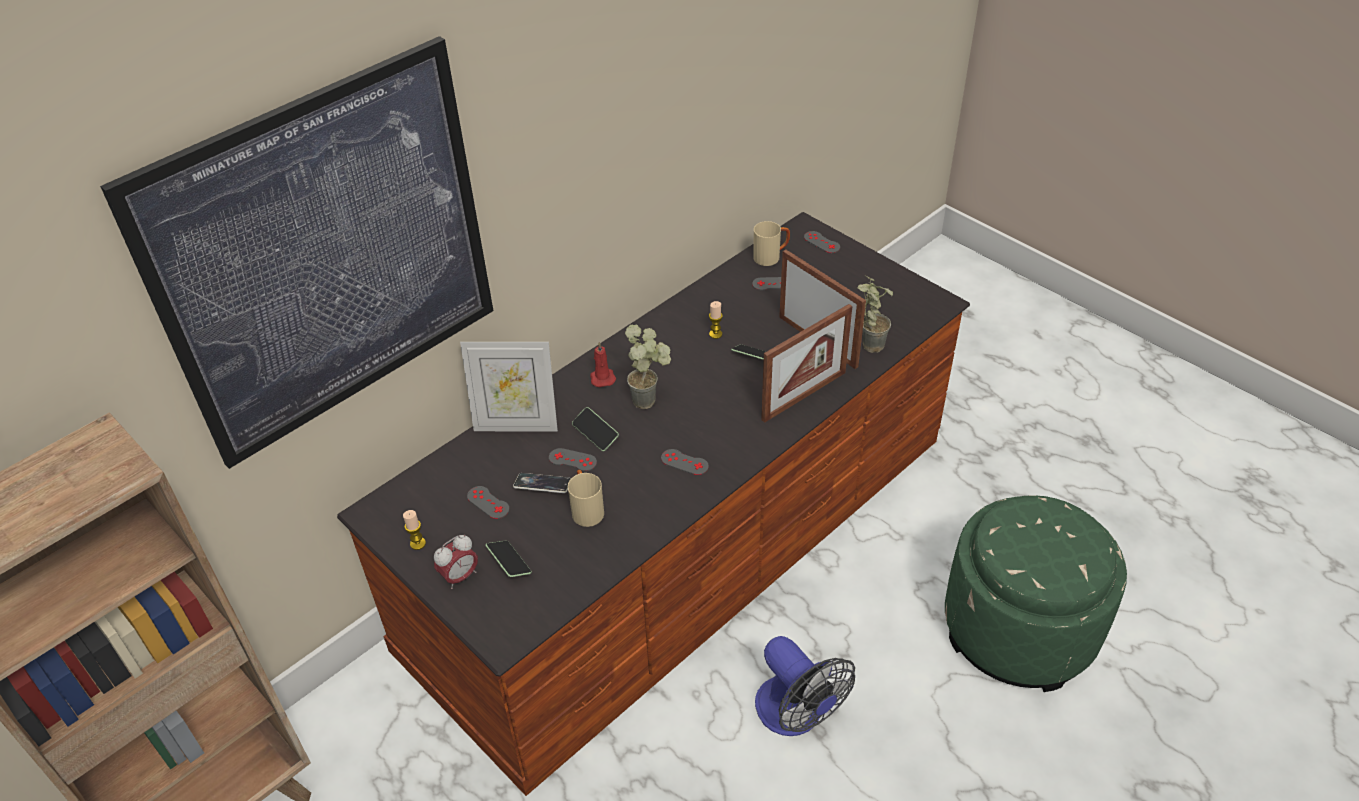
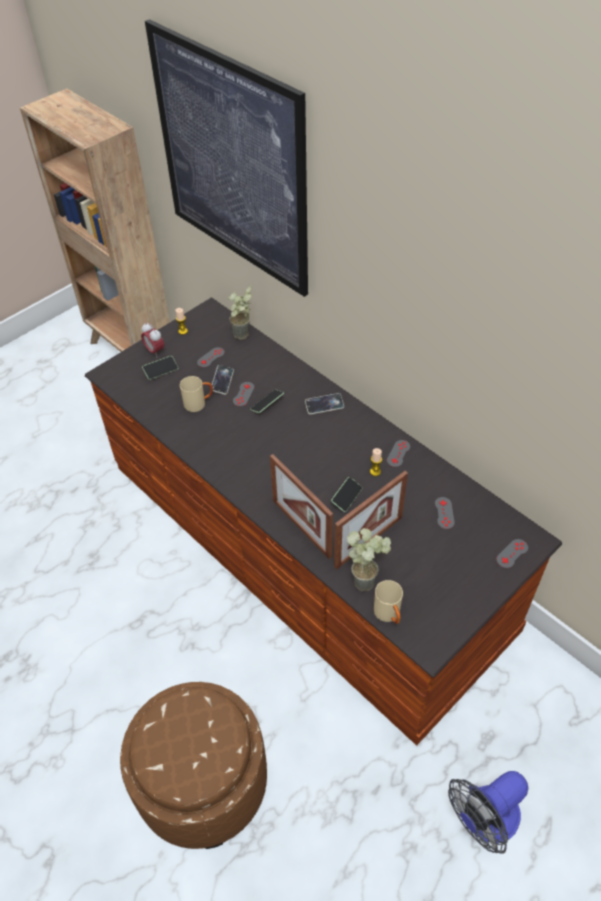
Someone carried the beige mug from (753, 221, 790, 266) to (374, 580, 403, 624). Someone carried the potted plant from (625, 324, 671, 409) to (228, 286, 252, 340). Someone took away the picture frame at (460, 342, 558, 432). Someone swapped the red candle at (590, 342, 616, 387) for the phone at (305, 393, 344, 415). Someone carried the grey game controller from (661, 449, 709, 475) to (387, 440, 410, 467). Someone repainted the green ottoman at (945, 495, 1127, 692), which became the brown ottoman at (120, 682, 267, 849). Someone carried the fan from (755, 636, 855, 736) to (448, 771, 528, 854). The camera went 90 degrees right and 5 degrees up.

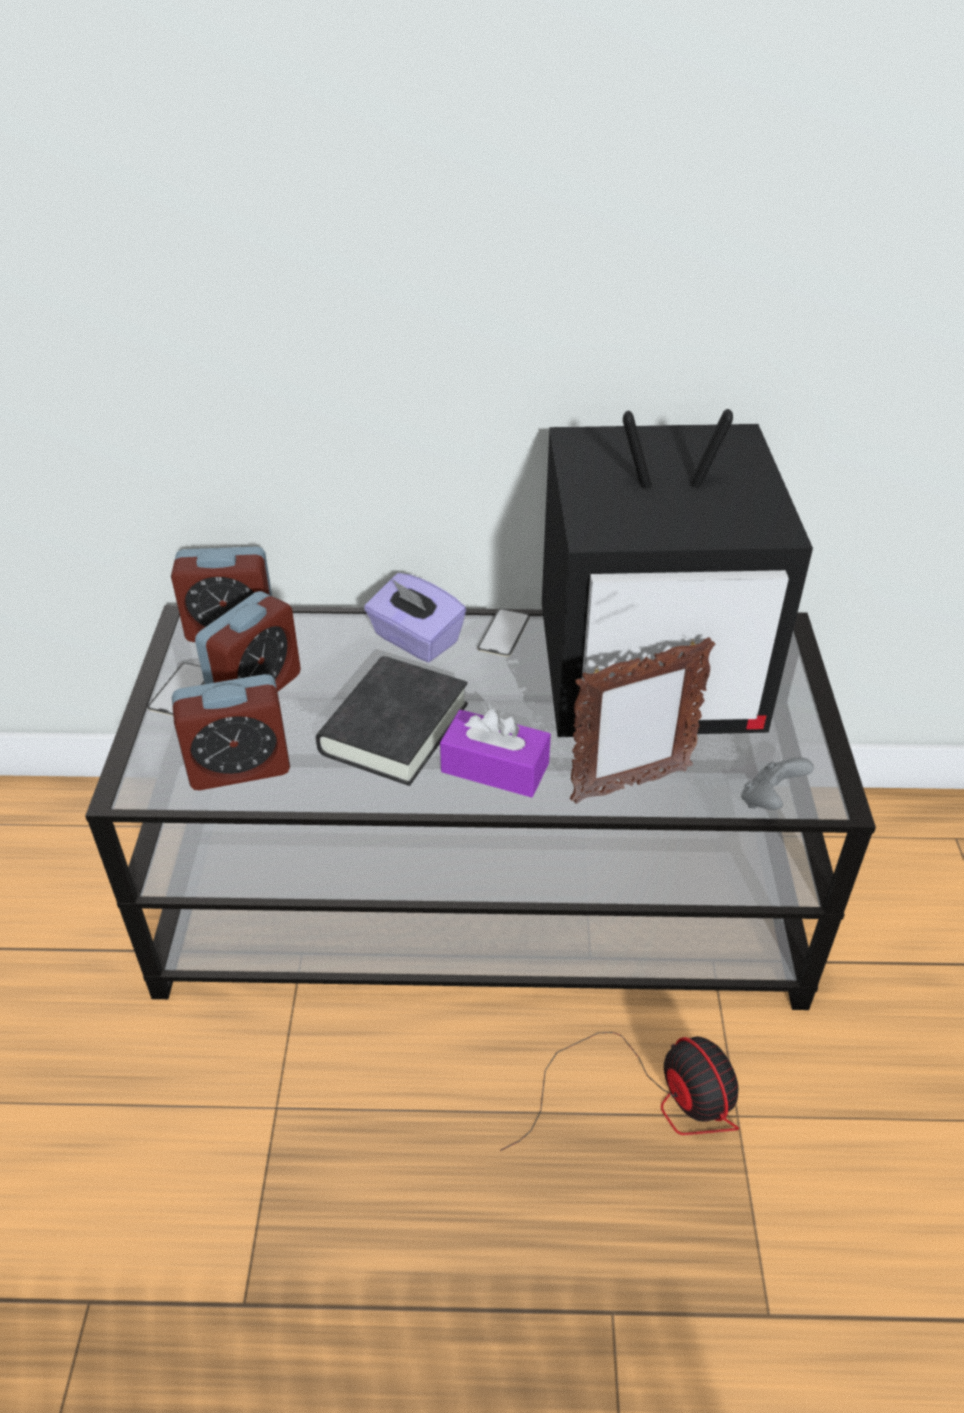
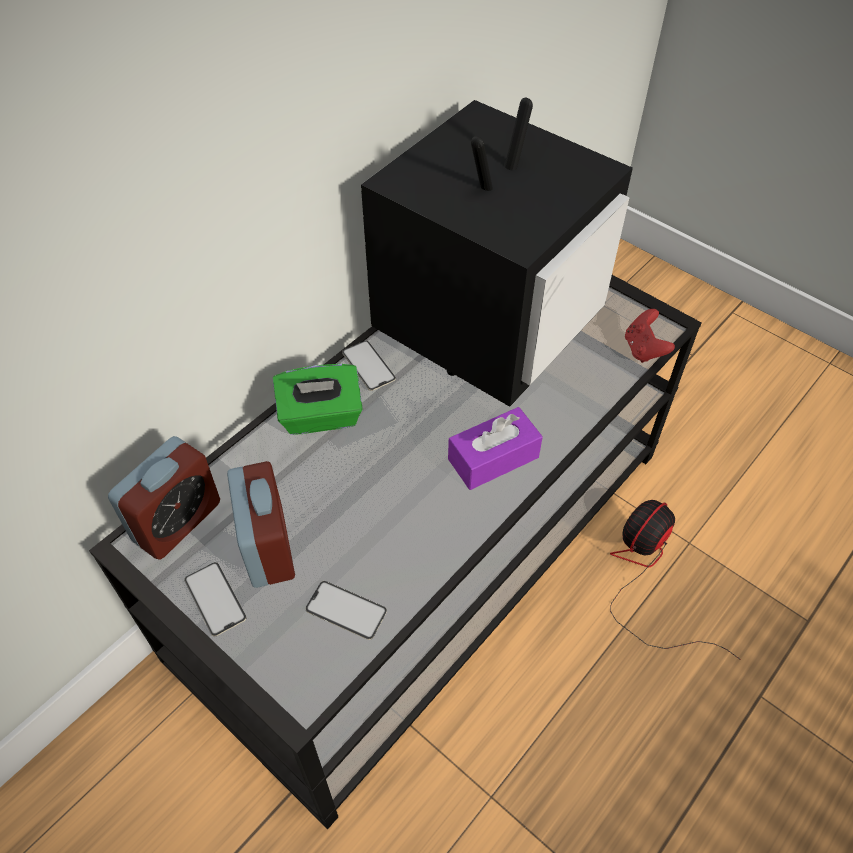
Someone repainted the purple tissue box at (364, 573, 466, 662), which became the green tissue box at (273, 364, 363, 435). Someone took away the picture frame at (570, 637, 715, 804). Someone took away the black book at (316, 656, 468, 786). Someone swapped the alarm clock at (172, 674, 290, 790) for the phone at (305, 581, 387, 640). Someone repainted the grey game controller at (741, 757, 814, 810), which became the red game controller at (625, 309, 675, 363). Someone rotated the fan at (500, 1032, 739, 1151) by 60 degrees counterclockwise. The camera went 50 degrees left and 10 degrees up.

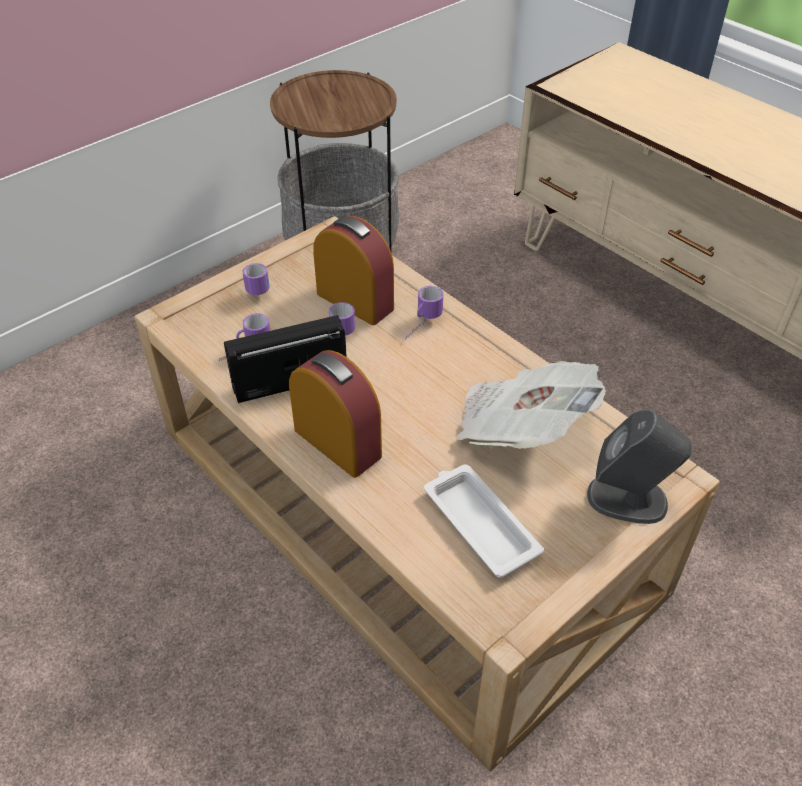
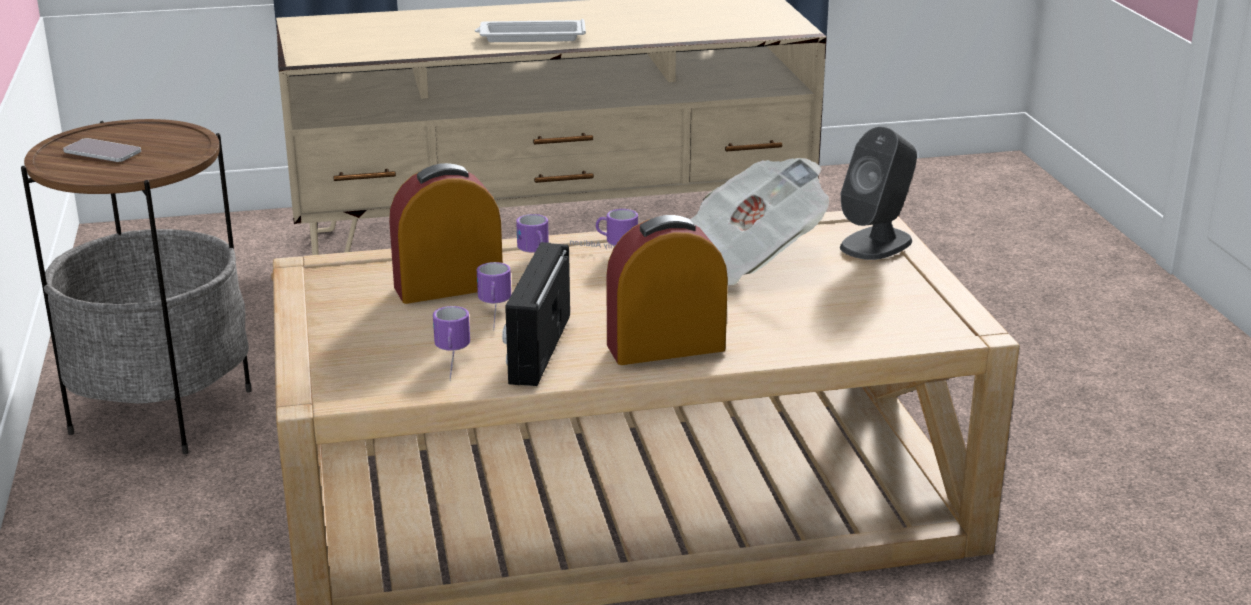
Someone carried the mug from (243, 263, 270, 295) to (570, 209, 638, 249). Someone carried the white tray from (424, 464, 544, 578) to (475, 19, 586, 42). Someone put down the phone at (63, 138, 141, 162). The camera went 60 degrees left and 20 degrees down.

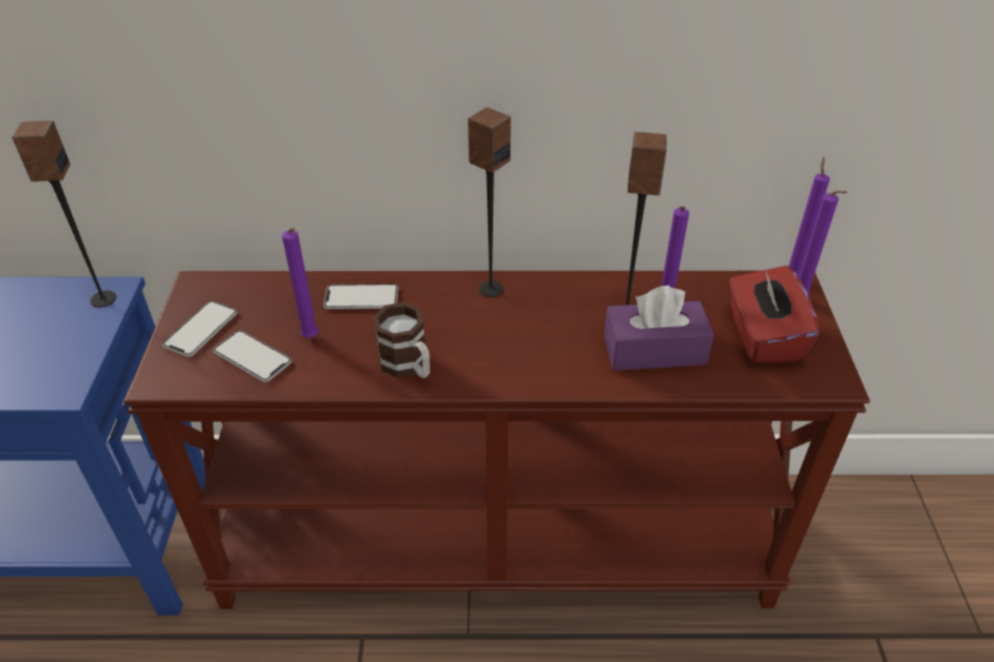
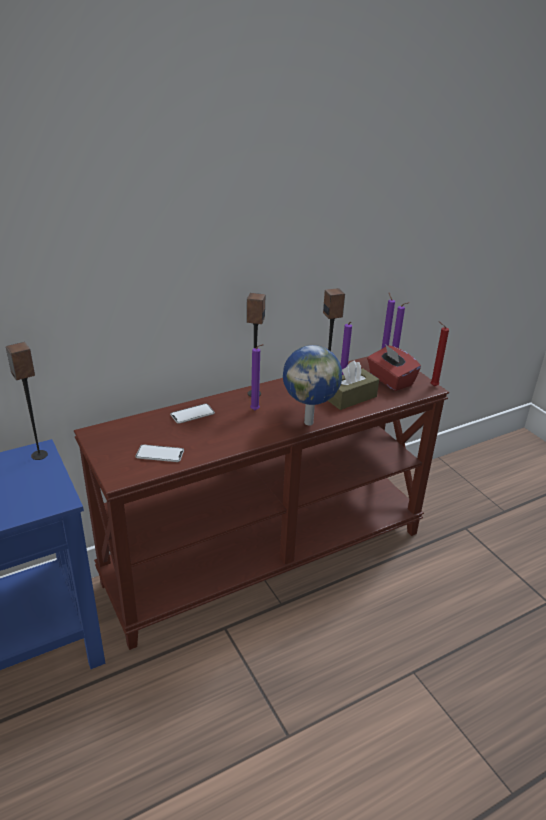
Someone carried the purple candle from (282, 228, 318, 338) to (250, 344, 264, 410). Someone repainted the purple tissue box at (604, 285, 714, 371), which became the brown tissue box at (328, 360, 379, 410). Someone took away the phone at (162, 301, 237, 357). Someone took away the mug at (373, 302, 430, 378). Someone put down the red candle at (430, 321, 449, 386). Someone put down the globe at (283, 345, 342, 426). The camera went 30 degrees left and 10 degrees down.

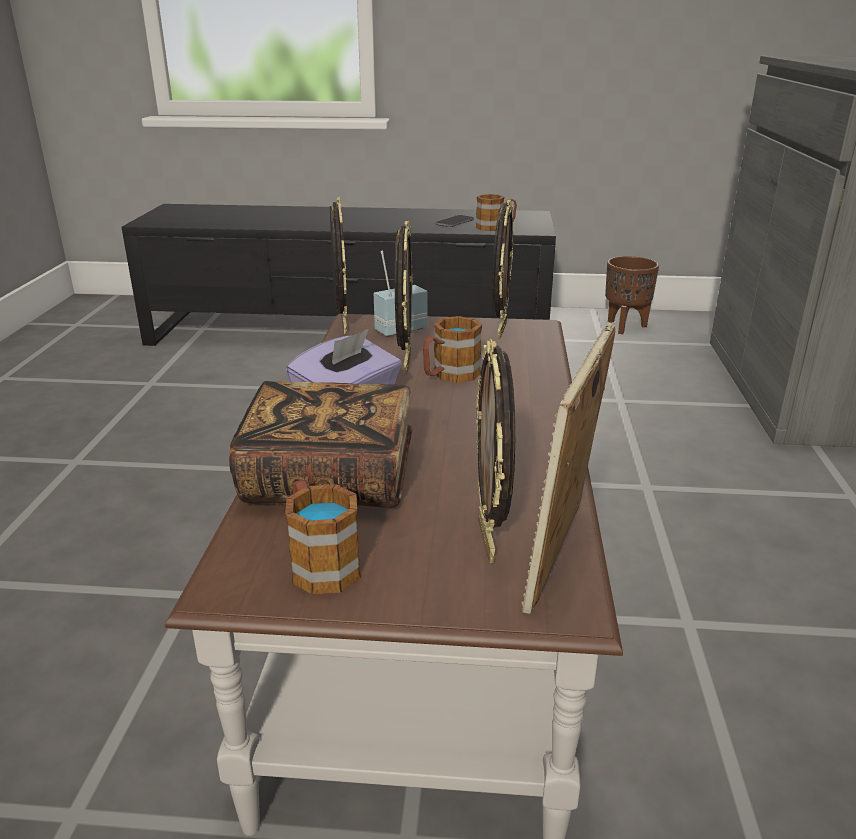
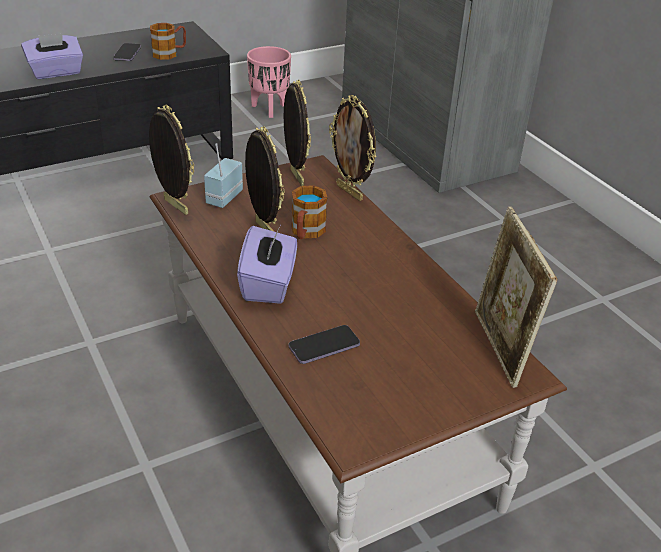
Someone repainted the brown planter at (605, 256, 659, 334), which became the pink planter at (247, 46, 291, 118). Someone carried the picture frame from (476, 339, 515, 563) to (329, 95, 376, 201). Someone swapped the book at (229, 381, 412, 508) for the phone at (289, 325, 360, 364). Someone took away the mug at (285, 480, 361, 595). Someone put down the purple tissue box at (21, 33, 83, 79). The camera went 35 degrees left and 10 degrees up.

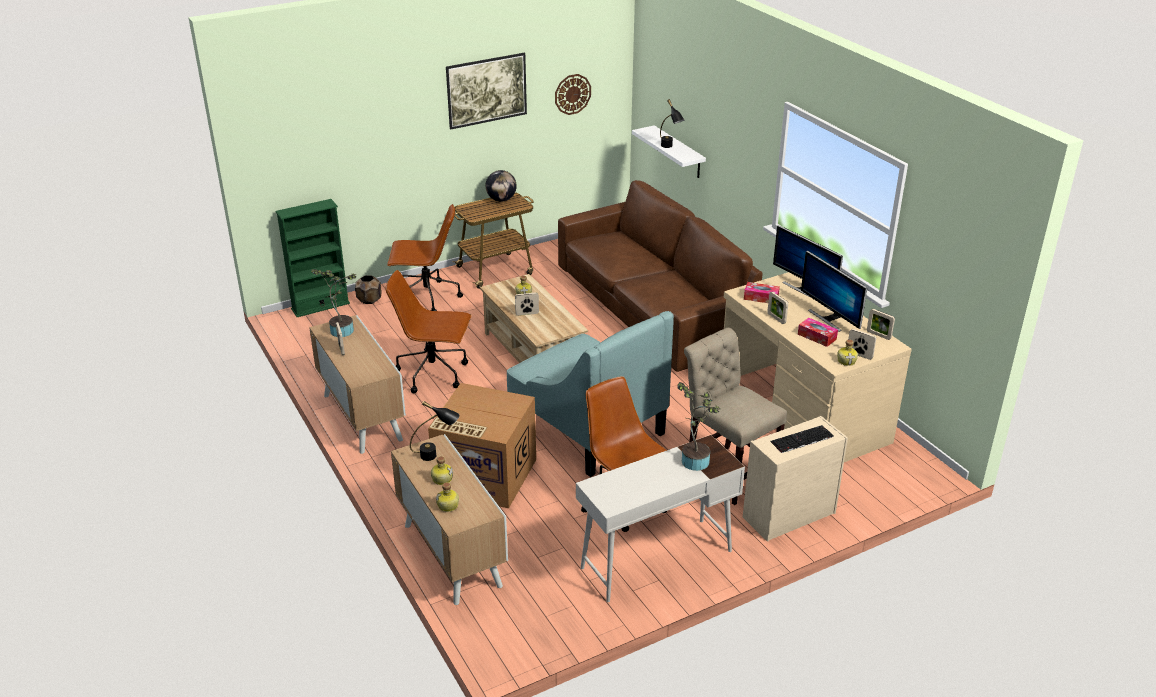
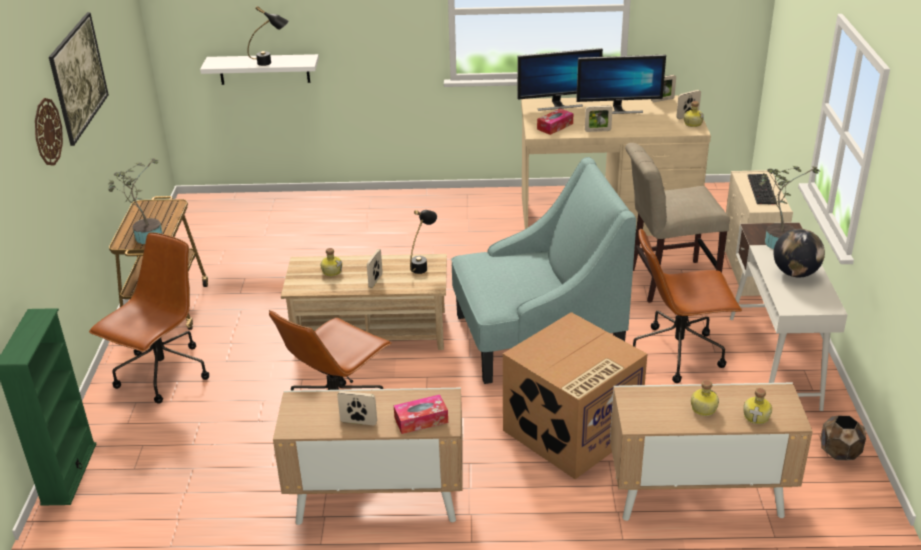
Someone carried the wall clock from (555, 74, 591, 115) to (35, 98, 63, 166). Someone carried the globe from (485, 170, 517, 201) to (774, 229, 825, 277). Someone took away the brown sofa at (558, 180, 762, 372). Someone carried the potted plant from (311, 269, 356, 337) to (108, 158, 163, 244). Someone carried the brown planter from (355, 275, 382, 304) to (821, 416, 866, 460). Someone carried the tissue box from (798, 318, 838, 347) to (394, 394, 448, 434). Someone carried the black table lamp from (410, 401, 459, 461) to (410, 210, 437, 274). The camera went 60 degrees left and 0 degrees up.

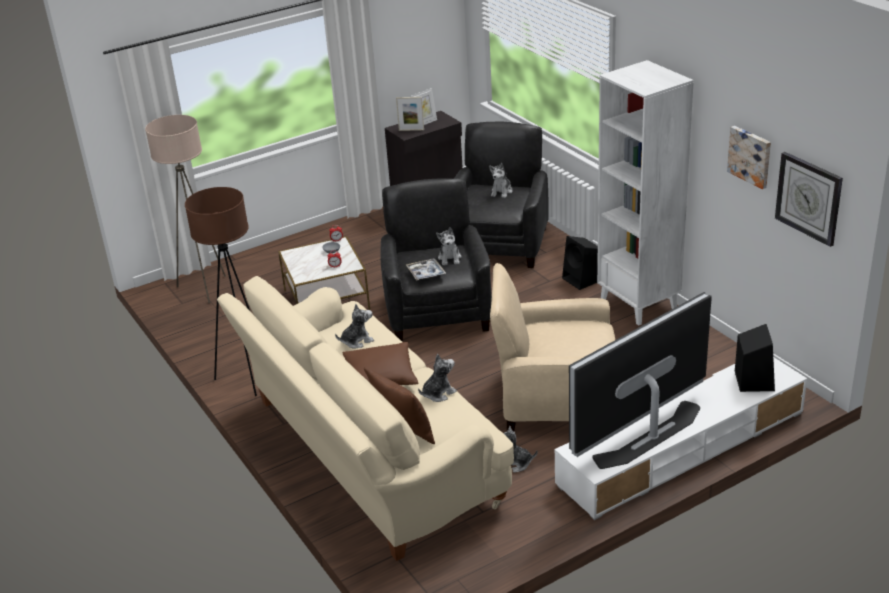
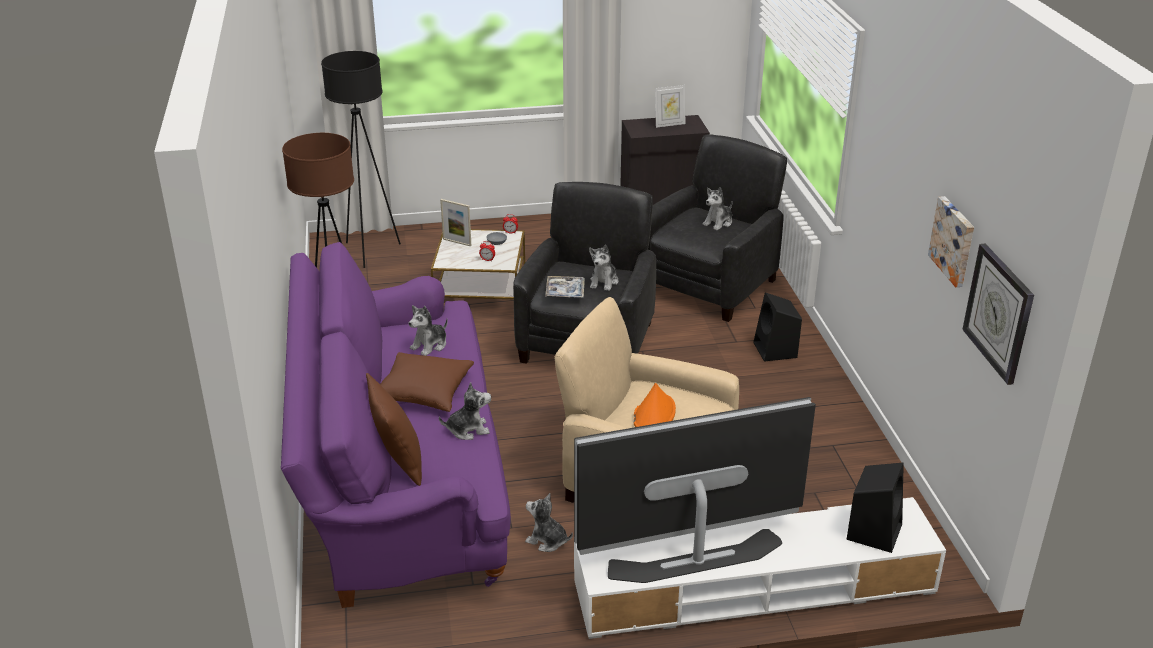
Someone took away the white bookcase at (597, 60, 694, 326). Someone carried the picture frame from (396, 97, 424, 131) to (440, 199, 471, 246). Someone repainted the beige floor lamp at (145, 115, 226, 303), which became the black floor lamp at (321, 51, 401, 268). Someone repainted the beige sofa at (217, 276, 514, 561), which became the purple sofa at (281, 242, 511, 608). Someone rotated the plush toy at (335, 304, 374, 349) by 135 degrees clockwise. Someone put down the orange hat at (633, 383, 676, 427). The camera went 20 degrees right and 0 degrees up.

